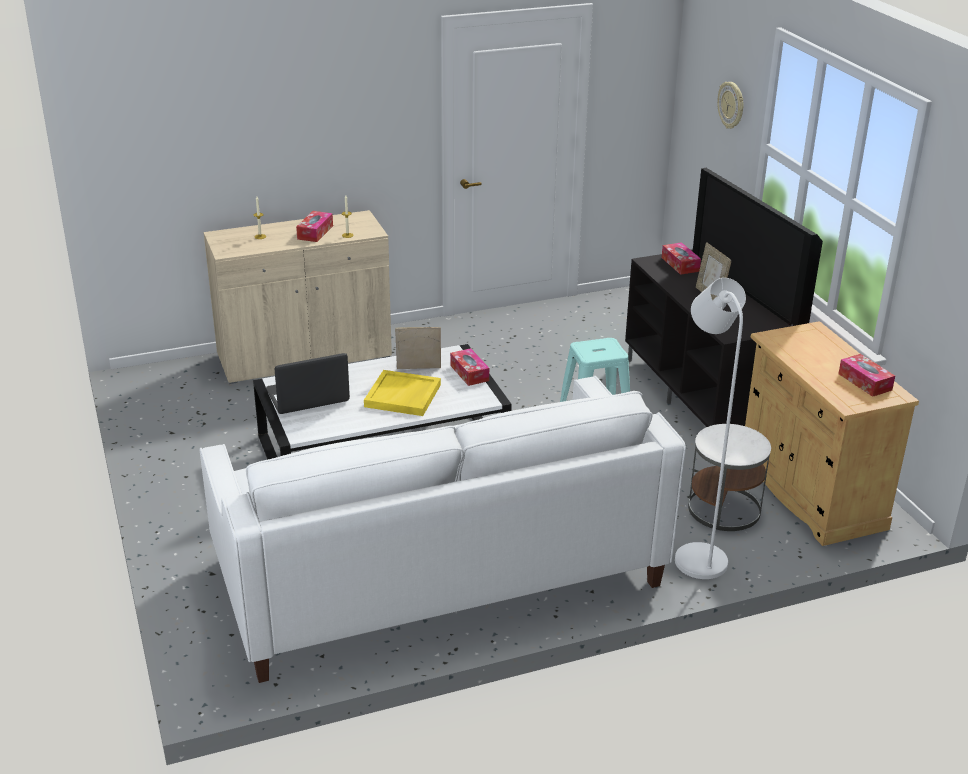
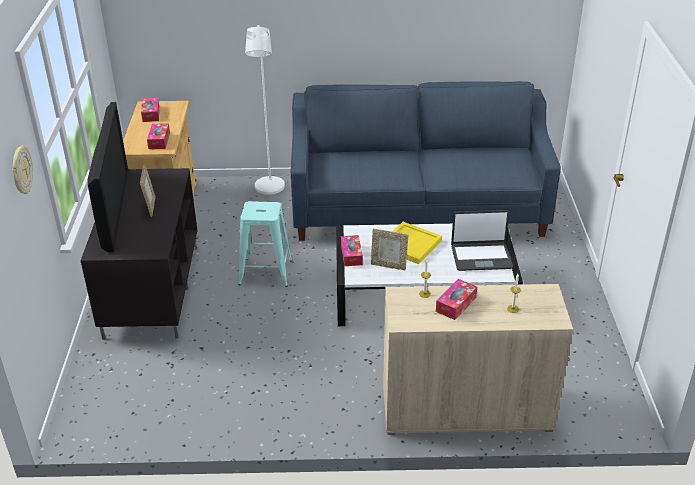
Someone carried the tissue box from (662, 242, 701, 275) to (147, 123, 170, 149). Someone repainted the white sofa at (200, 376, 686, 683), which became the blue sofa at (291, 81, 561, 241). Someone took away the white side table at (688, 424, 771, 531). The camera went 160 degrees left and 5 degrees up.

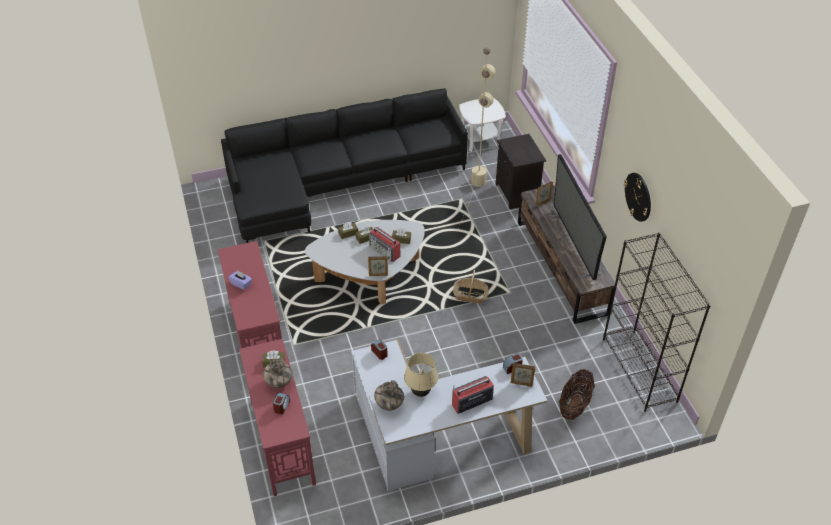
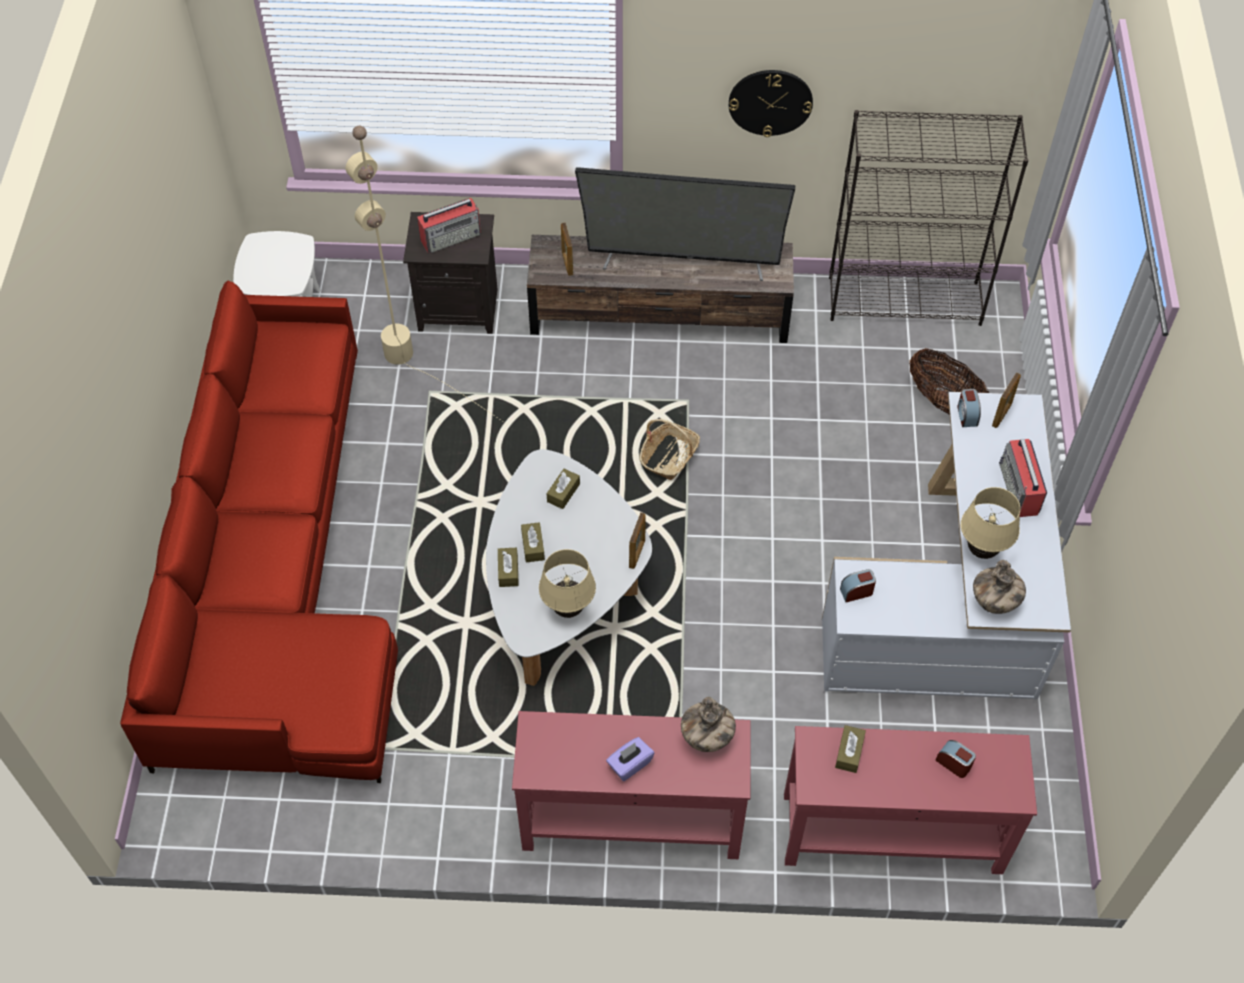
Someone repainted the black sofa at (221, 88, 468, 243), which became the red sofa at (120, 281, 398, 783). Someone carried the radio from (369, 227, 400, 262) to (417, 198, 481, 253). Someone carried the vase from (263, 358, 293, 388) to (681, 697, 736, 752). Someone put down the beige table lamp at (539, 549, 596, 618). The camera went 70 degrees left and 10 degrees up.

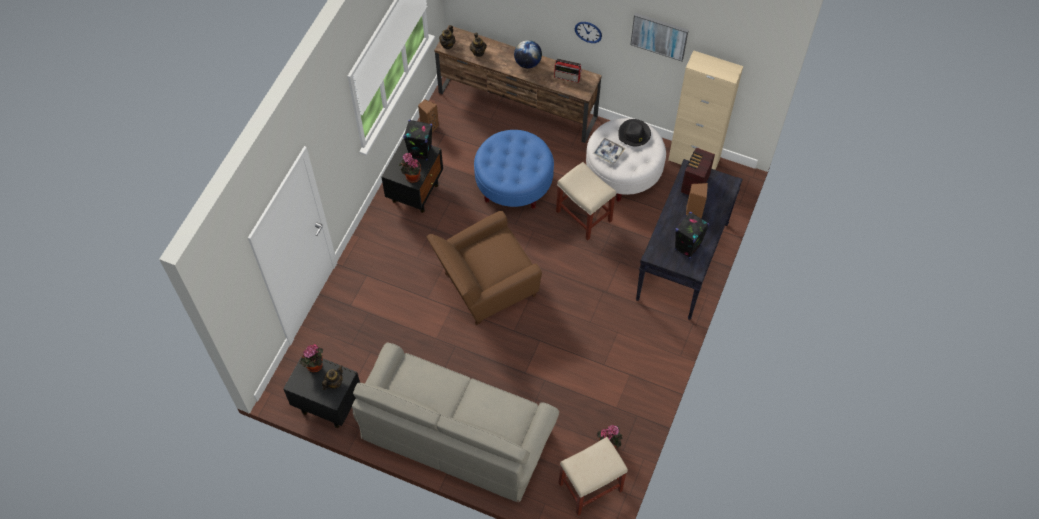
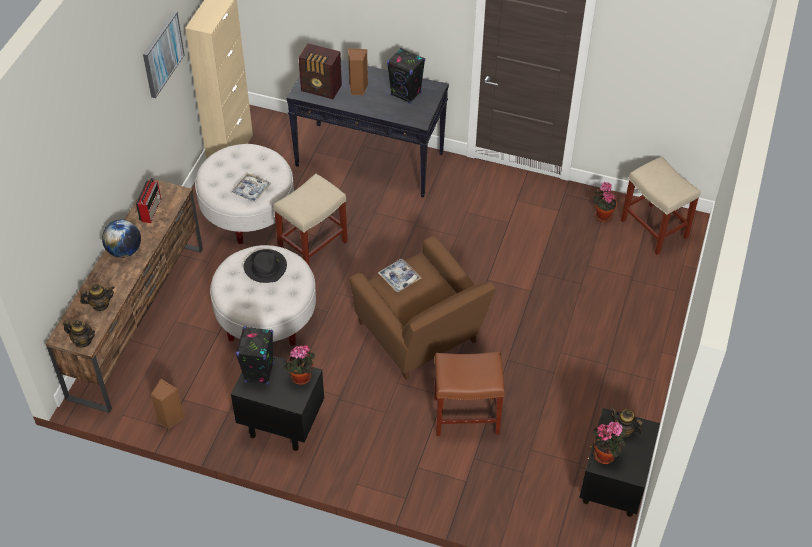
Someone took away the wall clock at (575, 22, 602, 43). Someone carried the black hat from (618, 119, 651, 146) to (244, 249, 287, 283). Someone repainted the blue ottoman at (474, 130, 554, 209), which became the white ottoman at (210, 245, 316, 346). Someone took away the grey sofa at (352, 343, 559, 503). Someone put down the tray at (378, 259, 421, 292). Someone put down the brown stool at (434, 352, 505, 436). The camera went 95 degrees left and 10 degrees down.

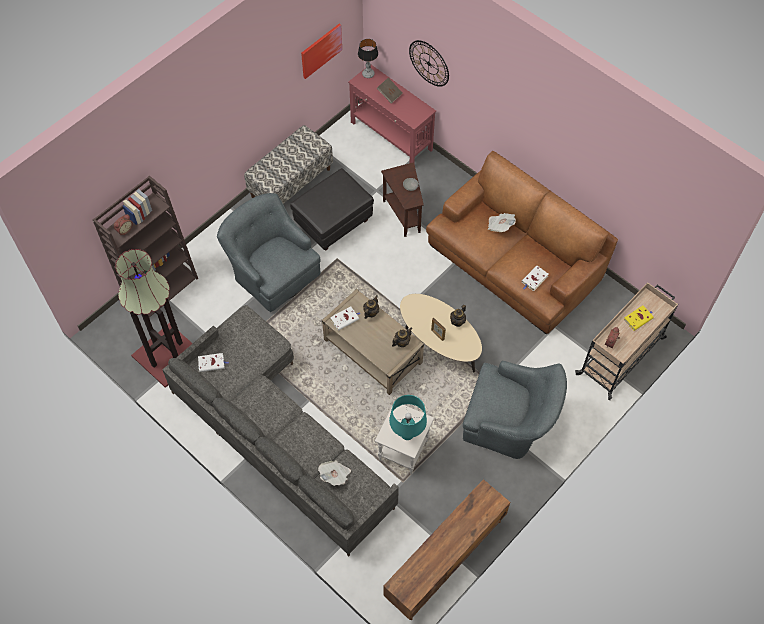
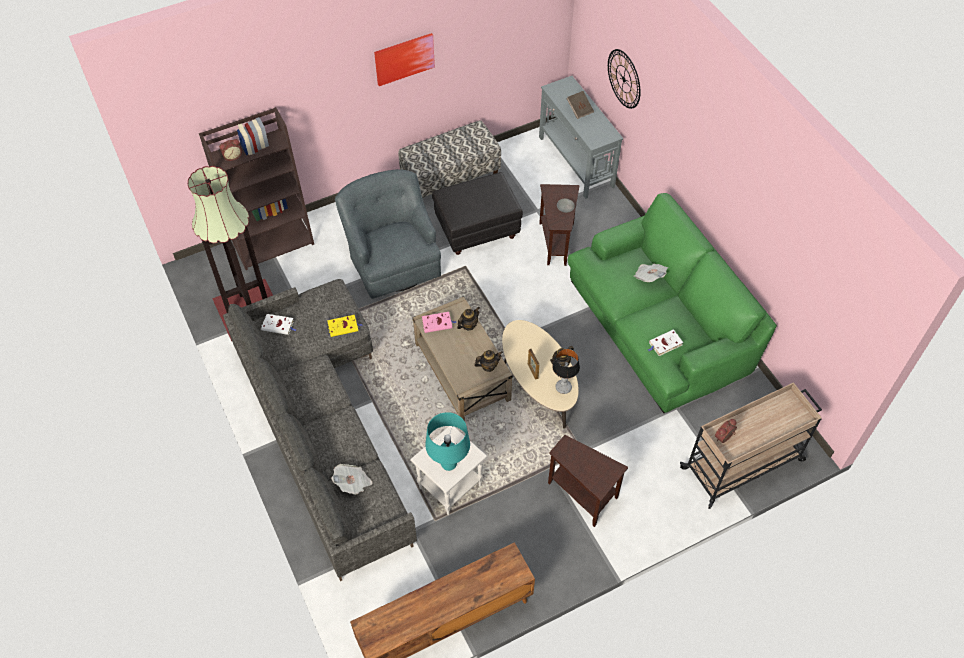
Someone carried the picture from (301, 24, 342, 79) to (374, 33, 435, 86). Someone carried the table lamp from (358, 39, 378, 78) to (552, 349, 580, 394). Someone repainted the red console table at (348, 65, 436, 163), which became the grey console table at (539, 76, 623, 199). Someone repainted the brown sofa at (426, 151, 618, 334), which became the green sofa at (568, 193, 777, 413). Someone repainted the white book at (330, 306, 361, 331), which became the pink book at (422, 312, 457, 333). Someone carried the yellow book from (624, 306, 654, 331) to (327, 315, 363, 337). Someone swapped the grey armchair at (463, 361, 567, 459) for the brown side table at (548, 435, 628, 527). The camera went 20 degrees right and 5 degrees down.

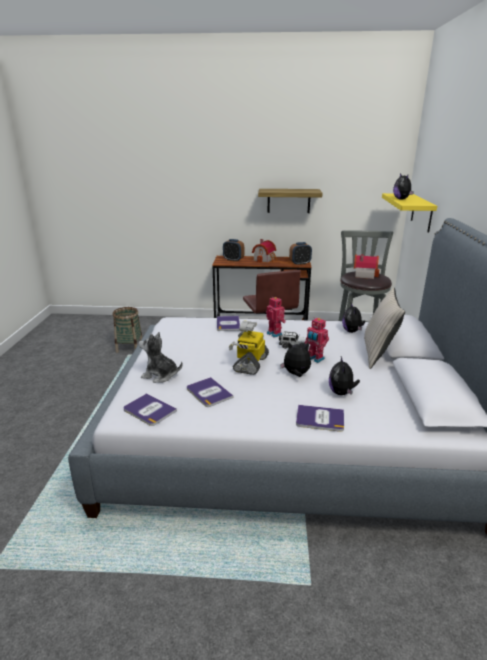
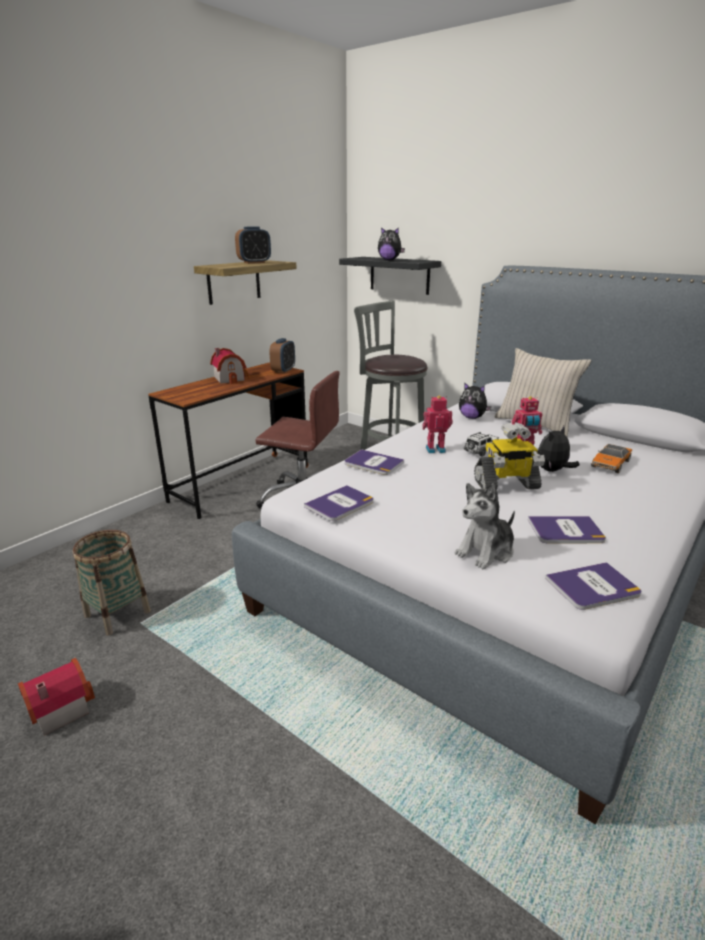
Someone repainted the yellow shelf at (382, 193, 437, 233), which became the black shelf at (339, 257, 441, 295). Someone carried the alarm clock from (223, 239, 244, 262) to (235, 227, 271, 264). Someone carried the toy house from (354, 254, 379, 279) to (18, 658, 95, 735). Someone rotated the toy robot at (229, 320, 269, 375) by 60 degrees counterclockwise. Someone swapped the plush toy at (329, 356, 360, 395) for the toy car at (591, 444, 632, 473). Someone carried the book from (296, 405, 344, 432) to (304, 485, 374, 521). The camera went 55 degrees left and 0 degrees up.

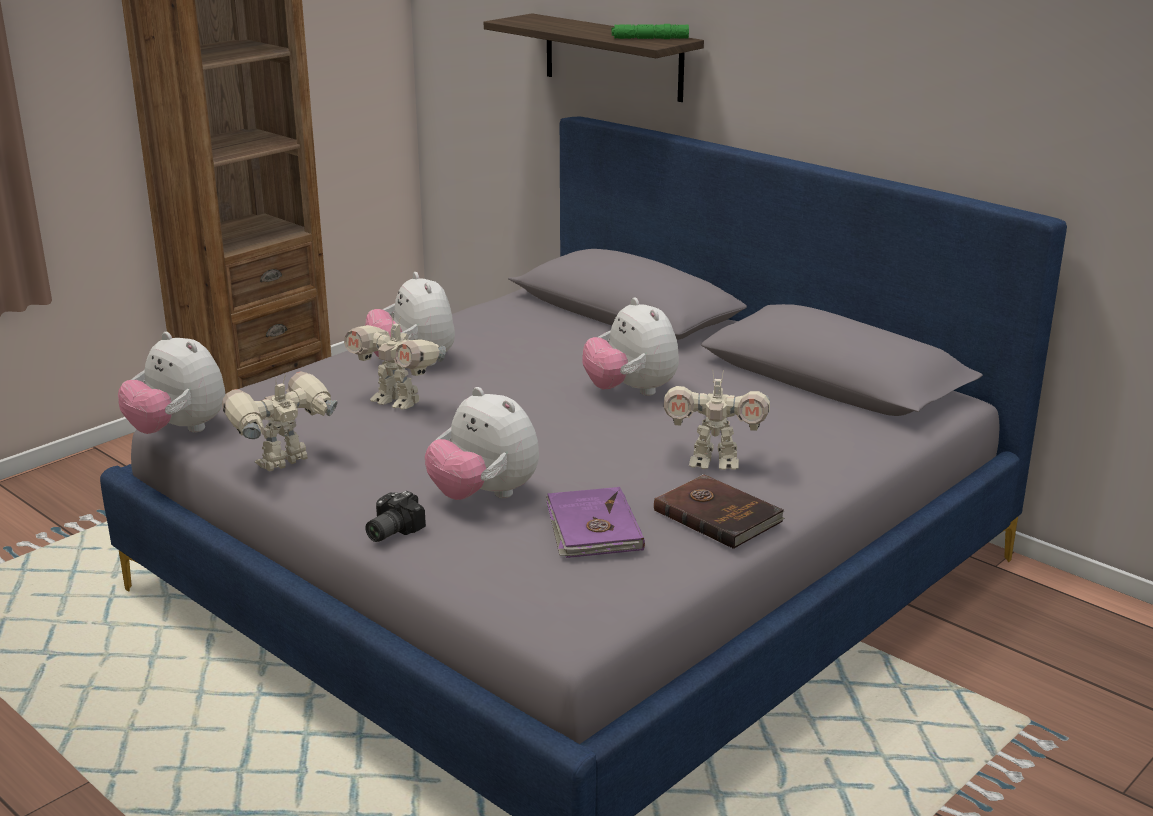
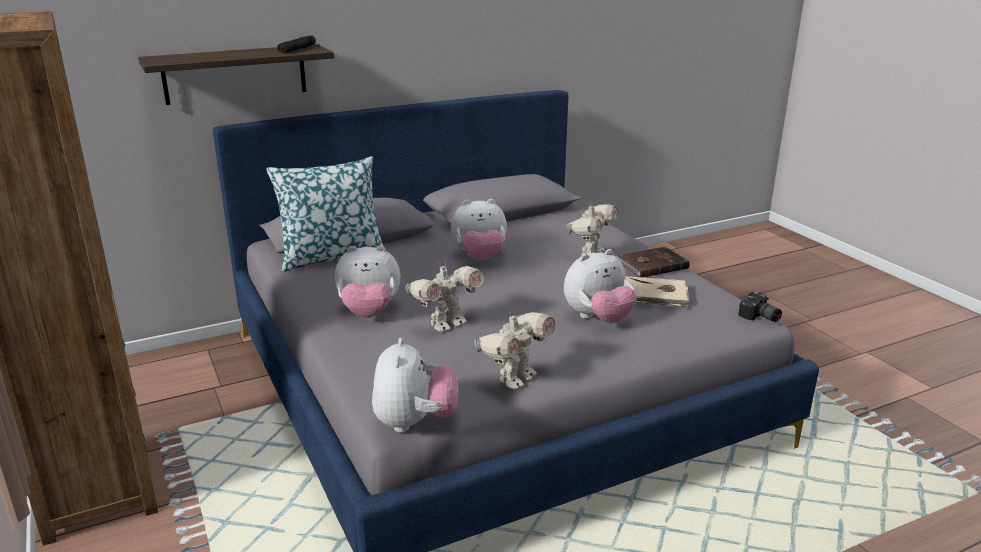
Someone repainted the green flashlight at (611, 24, 689, 39), which became the black flashlight at (277, 35, 316, 53). Someone rotated the plush toy at (118, 332, 225, 434) by 60 degrees counterclockwise. Someone rotated the toy robot at (222, 372, 338, 472) by 120 degrees counterclockwise. Someone repainted the purple book at (546, 487, 645, 558), which became the beige book at (626, 276, 690, 307). Someone carried the photo camera from (365, 491, 426, 542) to (738, 291, 782, 322). Someone put down the pillow at (267, 156, 383, 272). The camera went 70 degrees left and 0 degrees up.

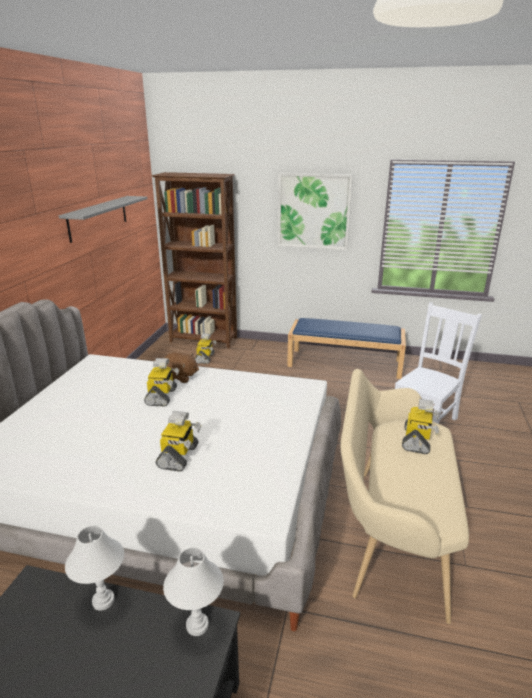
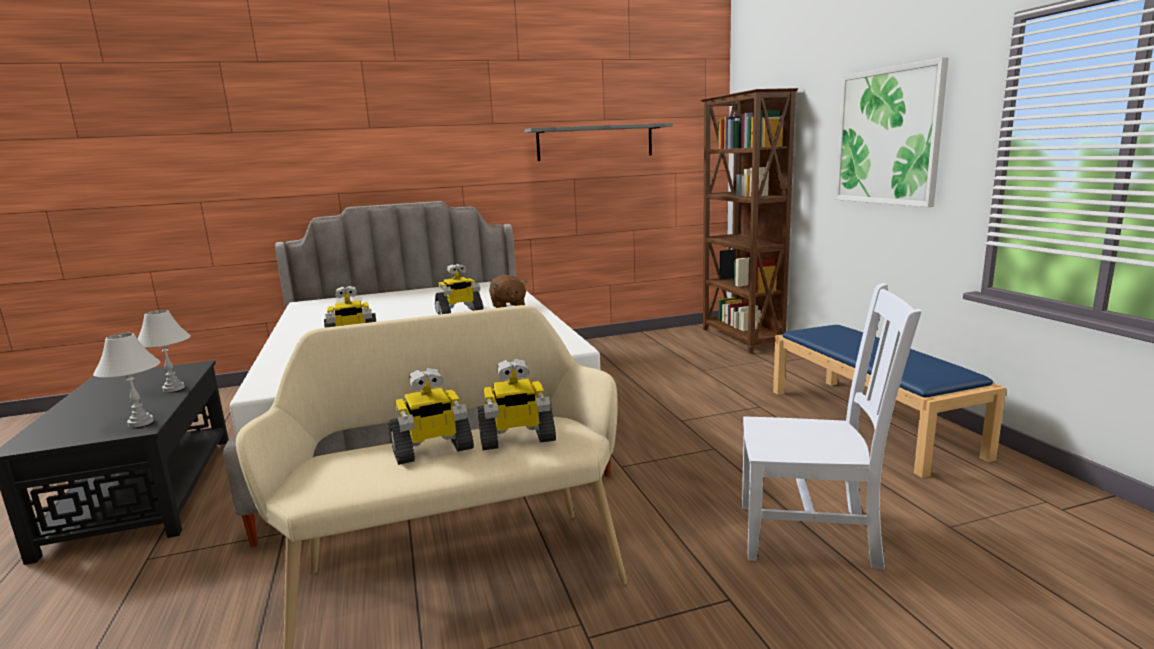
Someone carried the toy robot from (195, 333, 216, 364) to (390, 368, 474, 465). The camera went 60 degrees right and 10 degrees down.

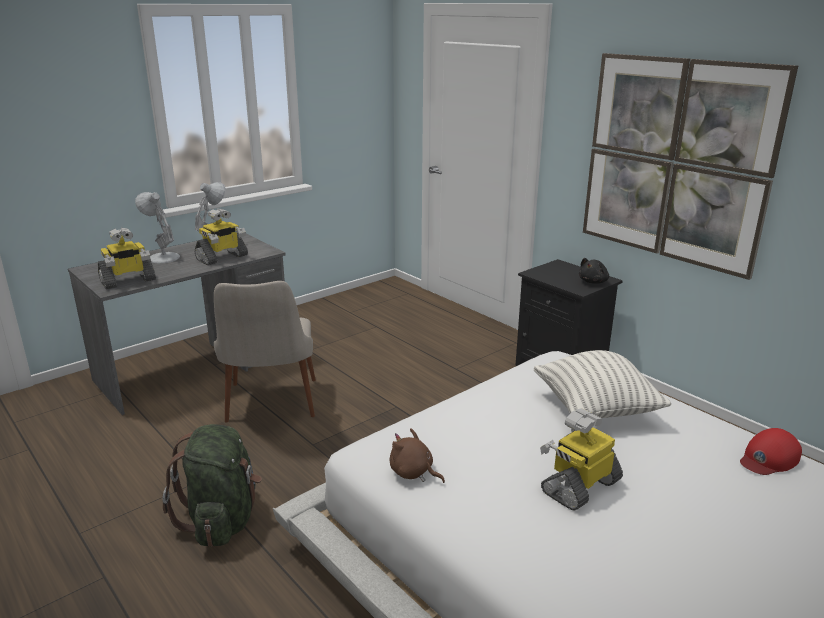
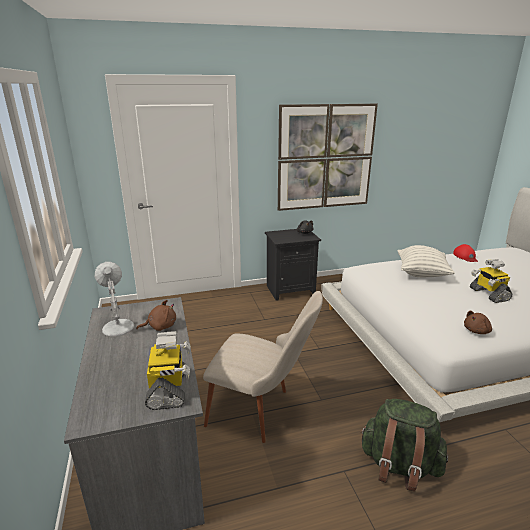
Someone took away the white table lamp at (135, 192, 180, 263). Someone swapped the toy robot at (194, 208, 248, 265) for the brown plush toy at (136, 300, 176, 331). The camera went 65 degrees left and 0 degrees up.

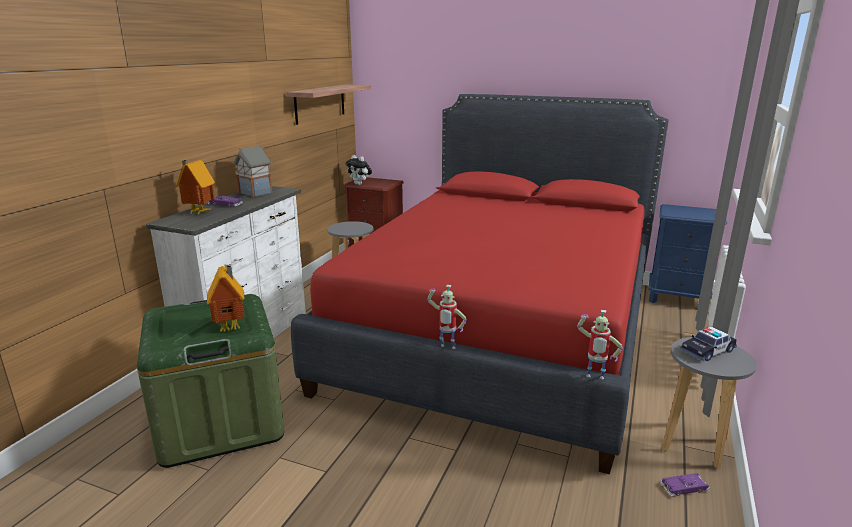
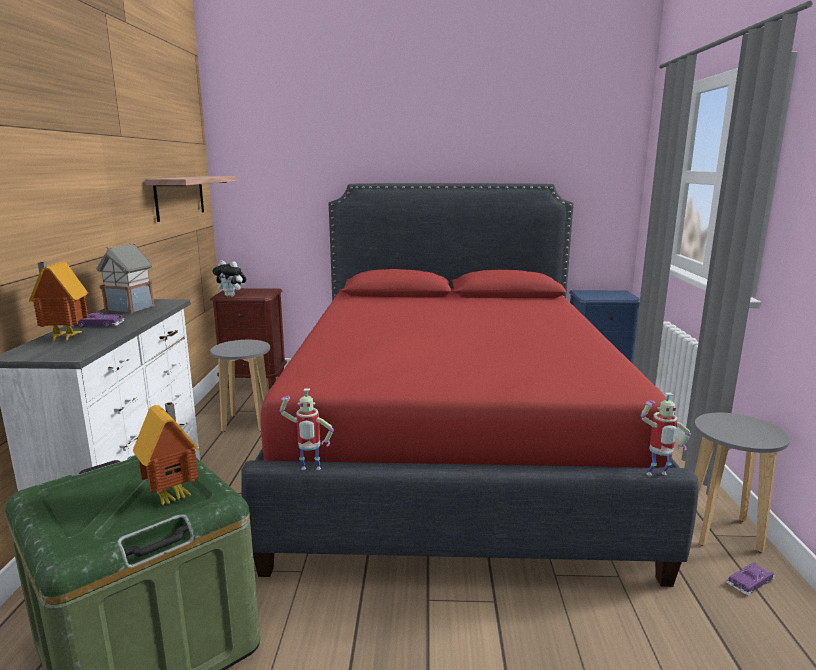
Someone carried the toy robot from (427, 285, 467, 349) to (280, 389, 334, 470). Someone took away the toy car at (680, 327, 737, 361). The camera went 20 degrees left and 5 degrees down.

